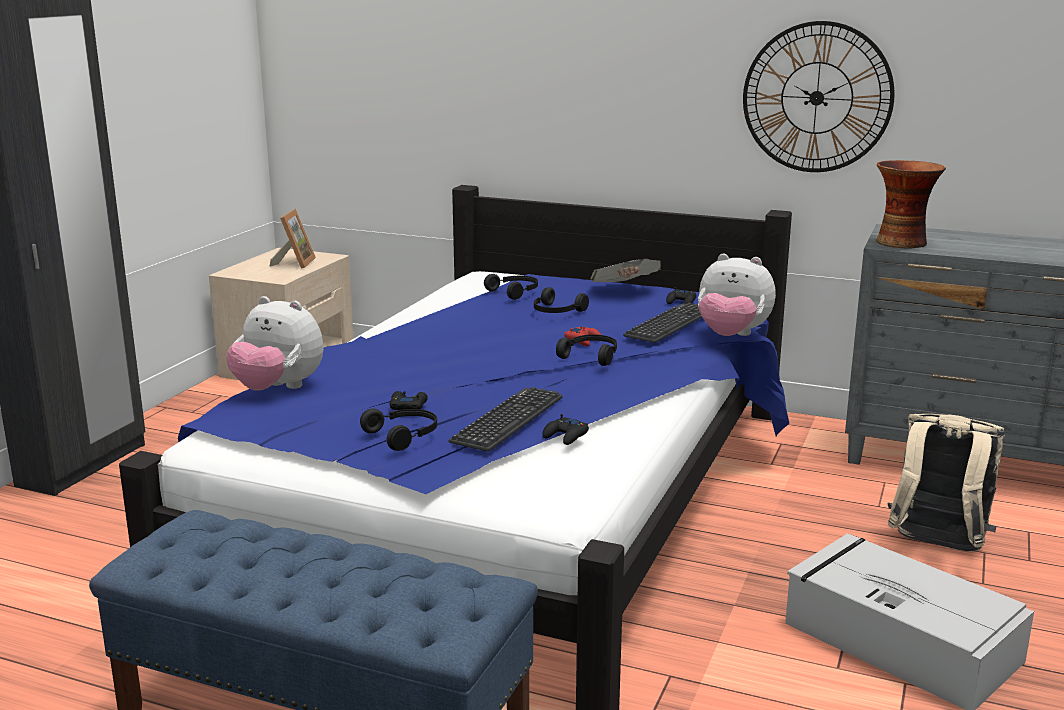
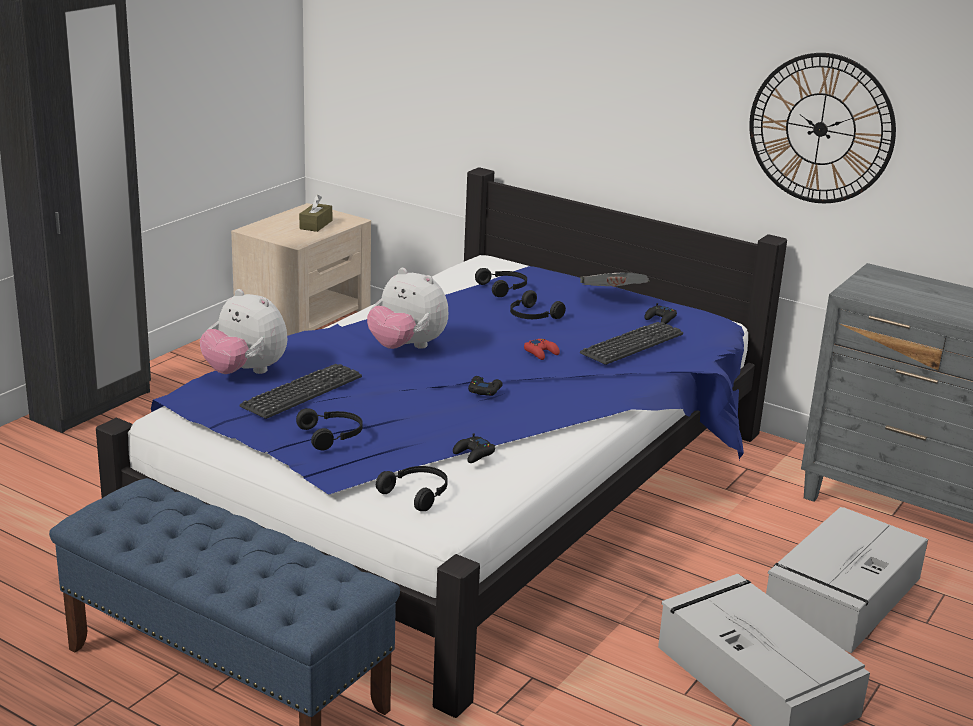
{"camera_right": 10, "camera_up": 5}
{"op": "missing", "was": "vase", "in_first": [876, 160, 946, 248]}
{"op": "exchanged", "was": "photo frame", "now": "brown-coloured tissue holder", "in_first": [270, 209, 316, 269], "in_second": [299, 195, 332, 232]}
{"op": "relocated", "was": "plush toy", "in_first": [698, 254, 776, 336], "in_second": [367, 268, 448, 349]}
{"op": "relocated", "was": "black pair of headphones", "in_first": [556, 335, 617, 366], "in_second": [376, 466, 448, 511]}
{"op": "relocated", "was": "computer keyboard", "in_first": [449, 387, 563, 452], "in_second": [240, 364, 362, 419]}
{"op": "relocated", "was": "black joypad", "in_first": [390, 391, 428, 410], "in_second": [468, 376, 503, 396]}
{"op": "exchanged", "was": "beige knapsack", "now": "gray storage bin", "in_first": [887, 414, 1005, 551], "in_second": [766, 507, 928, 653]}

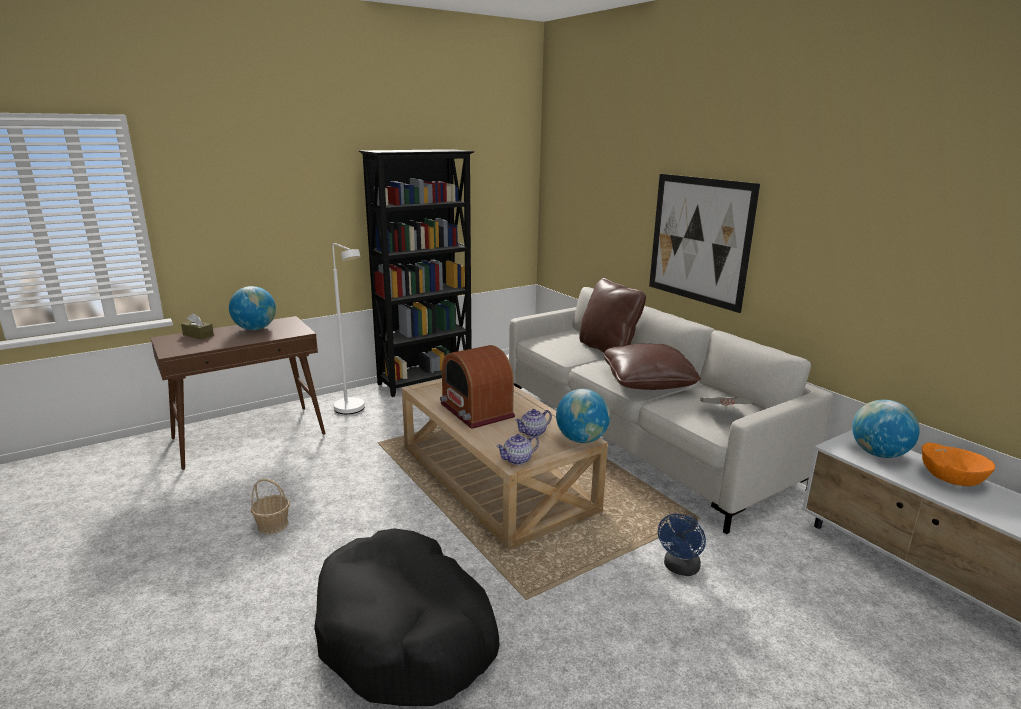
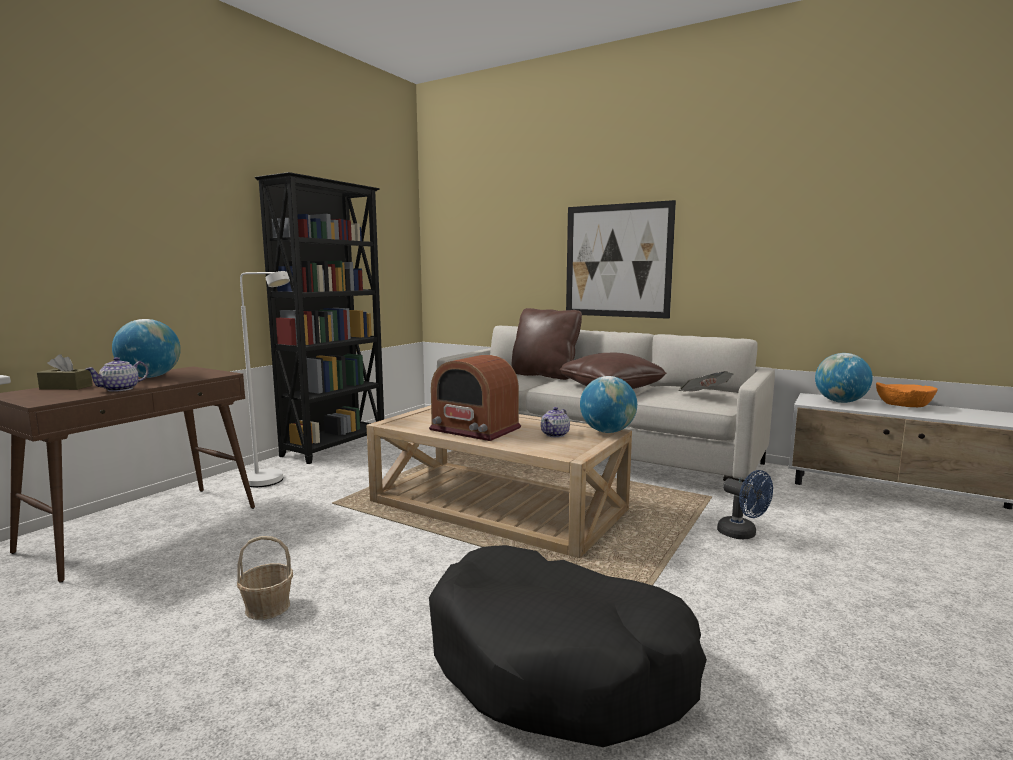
{"camera_right": -25, "camera_up": -10}
{"op": "relocated", "was": "pot for tea", "in_first": [496, 434, 539, 465], "in_second": [86, 357, 149, 392]}
{"op": "spun", "was": "blue-coloured cooling fan", "in_first": [658, 514, 706, 576], "in_second": [717, 470, 773, 539], "clockwise": -45}

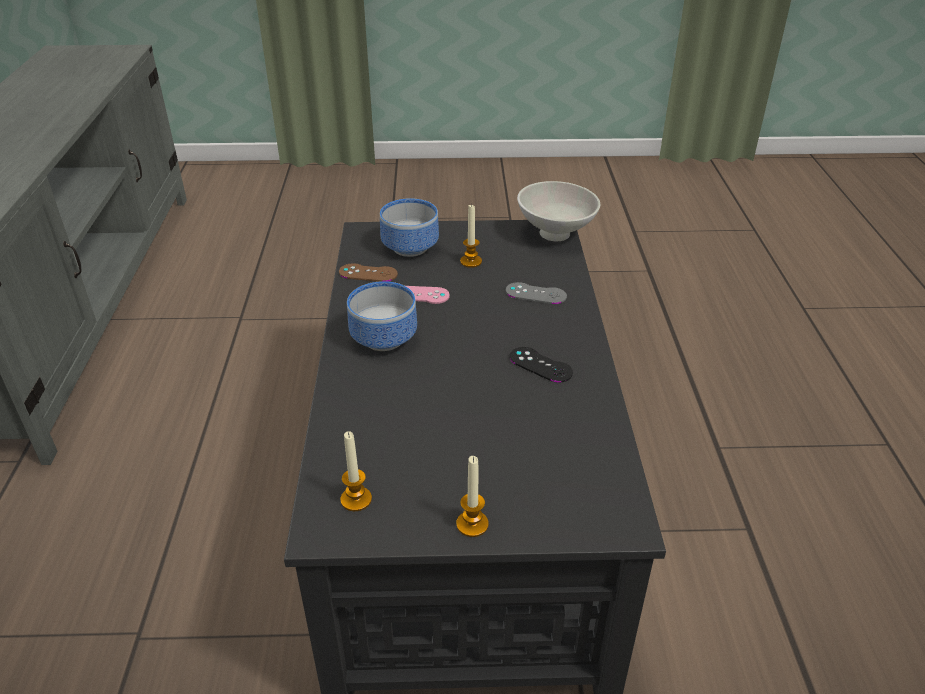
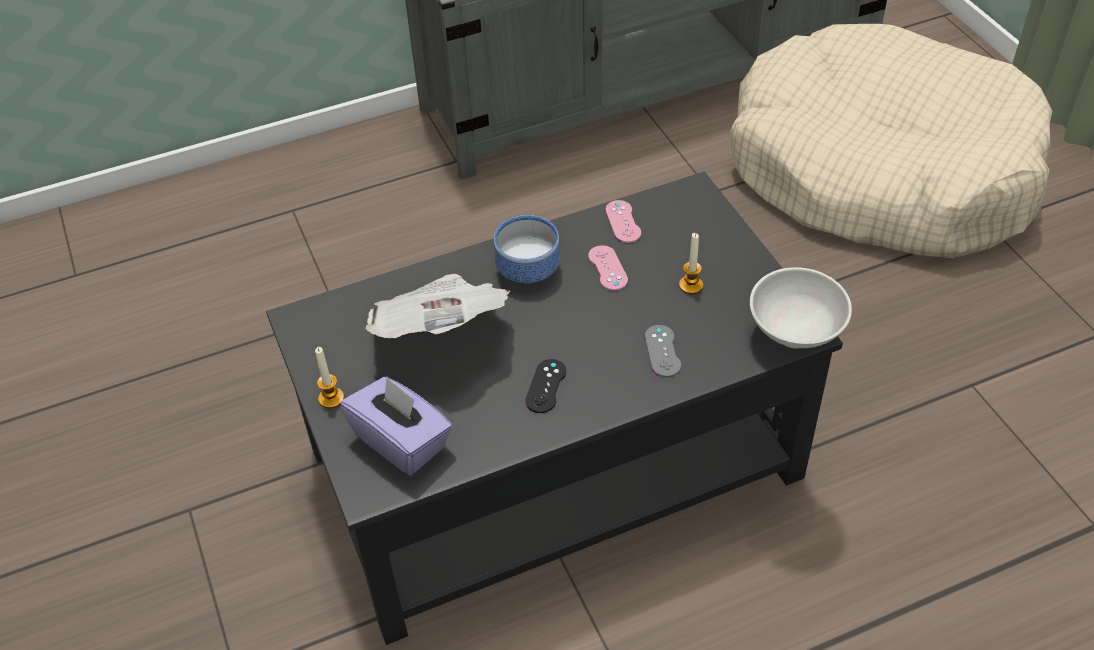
{"camera_right": 70, "camera_up": 10}
{"op": "missing", "was": "bowl", "in_first": [380, 198, 439, 257]}
{"op": "colour", "was": "brown-coloured joypad", "now": "pinkish joypad", "in_first": [339, 263, 398, 282], "in_second": [605, 200, 641, 243]}
{"op": "missing", "was": "wax candle", "in_first": [340, 431, 372, 511]}
{"op": "appeared", "now": "beige pet bed", "in_second": [730, 24, 1052, 258]}
{"op": "appeared", "now": "printed paper", "in_second": [365, 274, 511, 338]}
{"op": "appeared", "now": "purplish tissue holder", "in_second": [340, 377, 452, 476]}

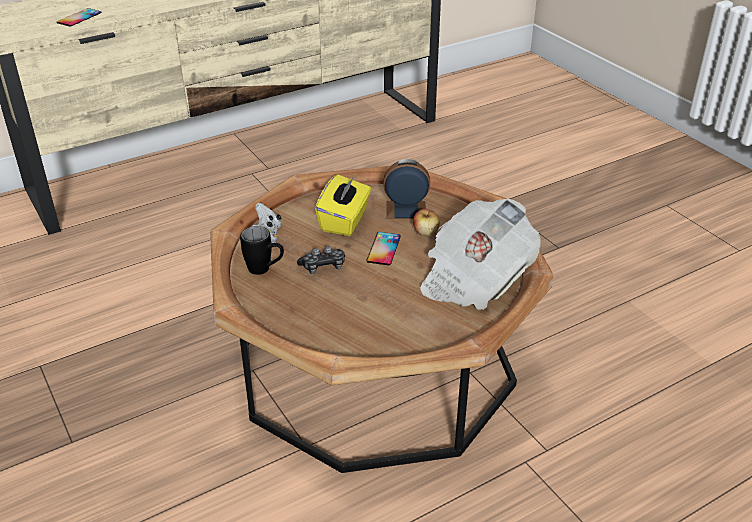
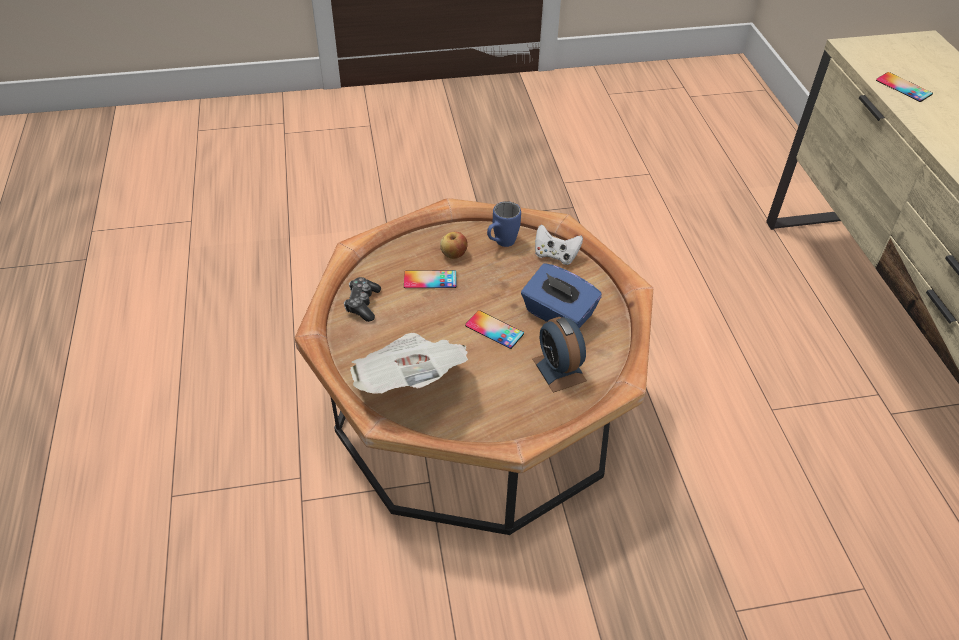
{"camera_right": 110, "camera_up": 10}
{"op": "spun", "was": "bedside clock", "in_first": [383, 159, 430, 219], "in_second": [532, 317, 587, 393], "clockwise": 135}
{"op": "colour", "was": "yellow tissue holder", "now": "blue-coloured tissue holder", "in_first": [315, 175, 371, 236], "in_second": [521, 263, 602, 328]}
{"op": "relocated", "was": "apple fruit", "in_first": [413, 209, 440, 236], "in_second": [440, 232, 468, 259]}
{"op": "colour", "was": "black coffee mug", "now": "blue-coloured coffee mug", "in_first": [240, 226, 284, 275], "in_second": [487, 201, 521, 247]}
{"op": "relocated", "was": "joypad", "in_first": [297, 246, 345, 274], "in_second": [344, 277, 381, 322]}
{"op": "appeared", "now": "handset", "in_second": [404, 270, 456, 288]}

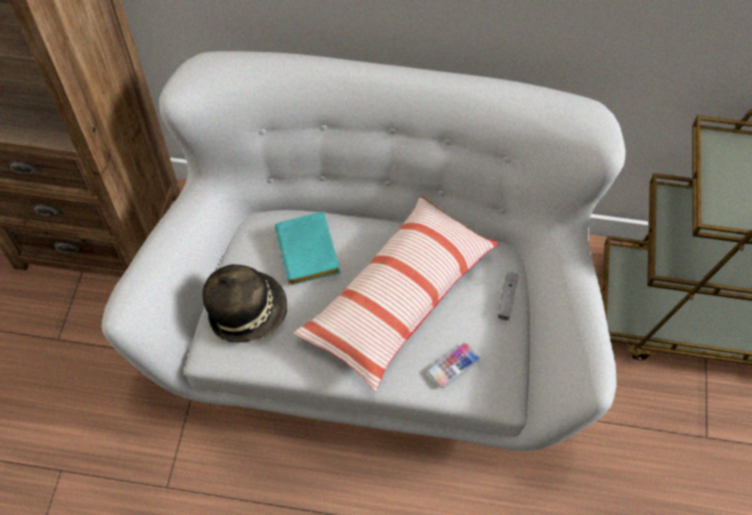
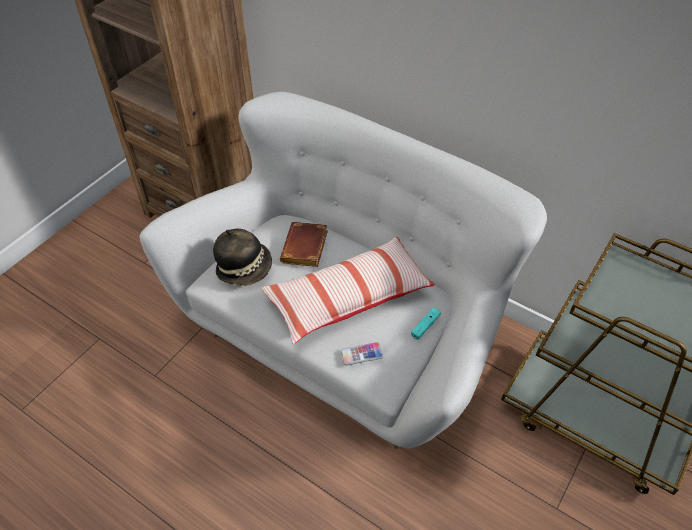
{"camera_right": 25, "camera_up": -10}
{"op": "colour", "was": "turquoise book", "now": "brown-coloured book", "in_first": [275, 211, 340, 285], "in_second": [280, 222, 328, 267]}
{"op": "colour", "was": "gray joypad", "now": "turquoise joypad", "in_first": [498, 272, 518, 320], "in_second": [411, 307, 441, 340]}

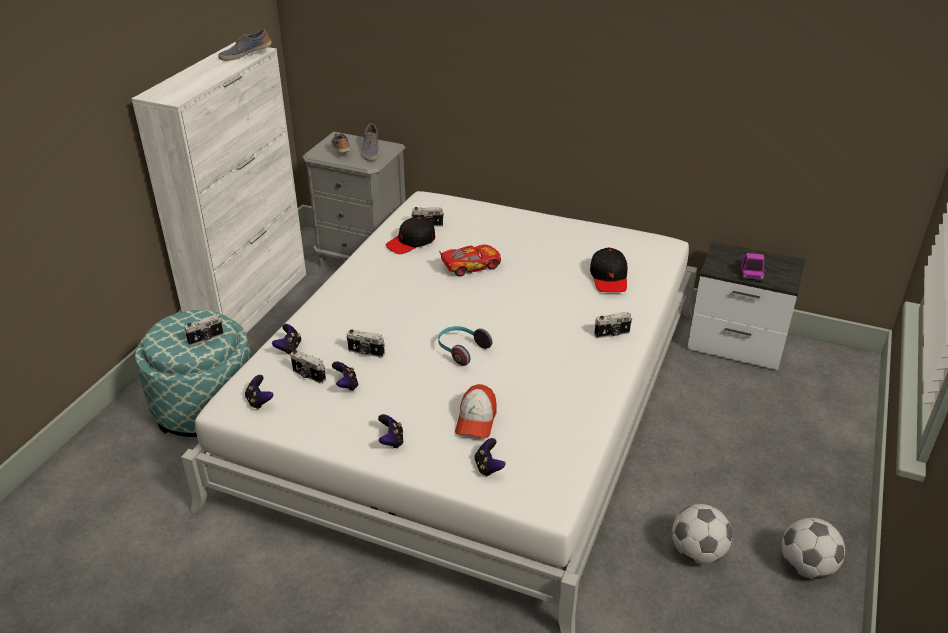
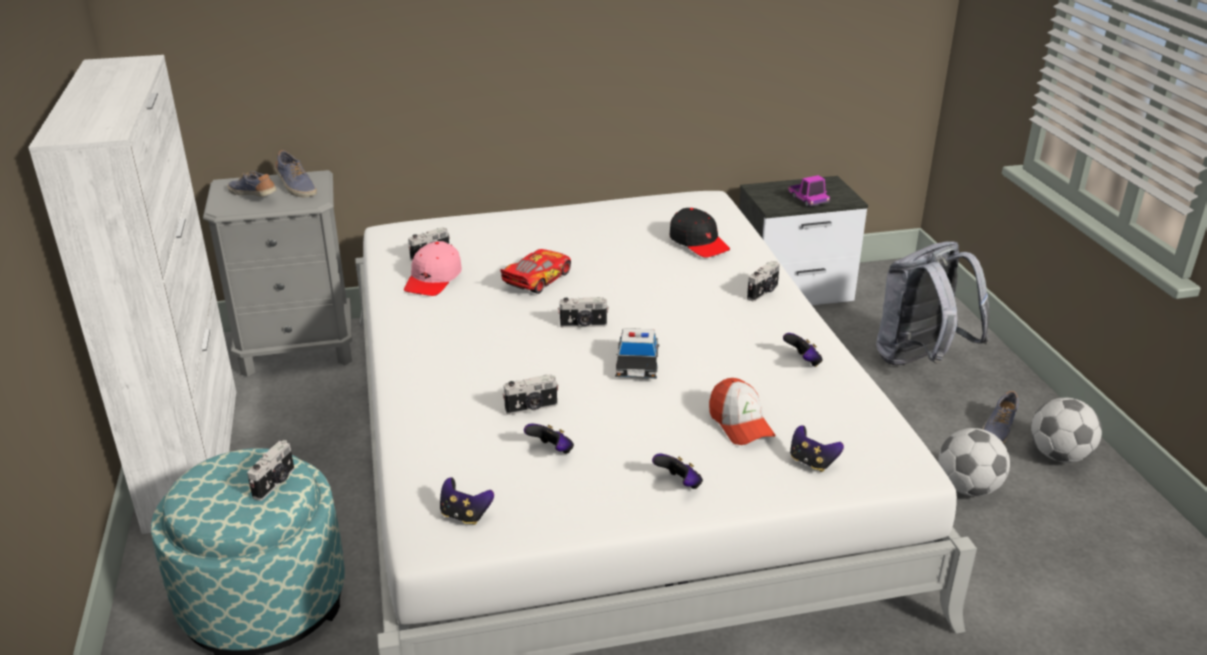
{"camera_right": -35, "camera_up": -5}
{"op": "relocated", "was": "low shoe", "in_first": [218, 29, 272, 61], "in_second": [983, 391, 1019, 444]}
{"op": "colour", "was": "black baseball cap", "now": "pinkish baseball cap", "in_first": [385, 216, 435, 254], "in_second": [404, 241, 462, 296]}
{"op": "relocated", "was": "joypad", "in_first": [272, 324, 302, 355], "in_second": [783, 333, 823, 367]}
{"op": "exchanged", "was": "pair of headphones", "now": "model car", "in_first": [438, 326, 492, 366], "in_second": [615, 328, 659, 379]}
{"op": "relocated", "was": "photo camera", "in_first": [290, 350, 326, 383], "in_second": [558, 297, 609, 328]}
{"op": "appeared", "now": "gray knapsack", "in_second": [876, 241, 990, 365]}

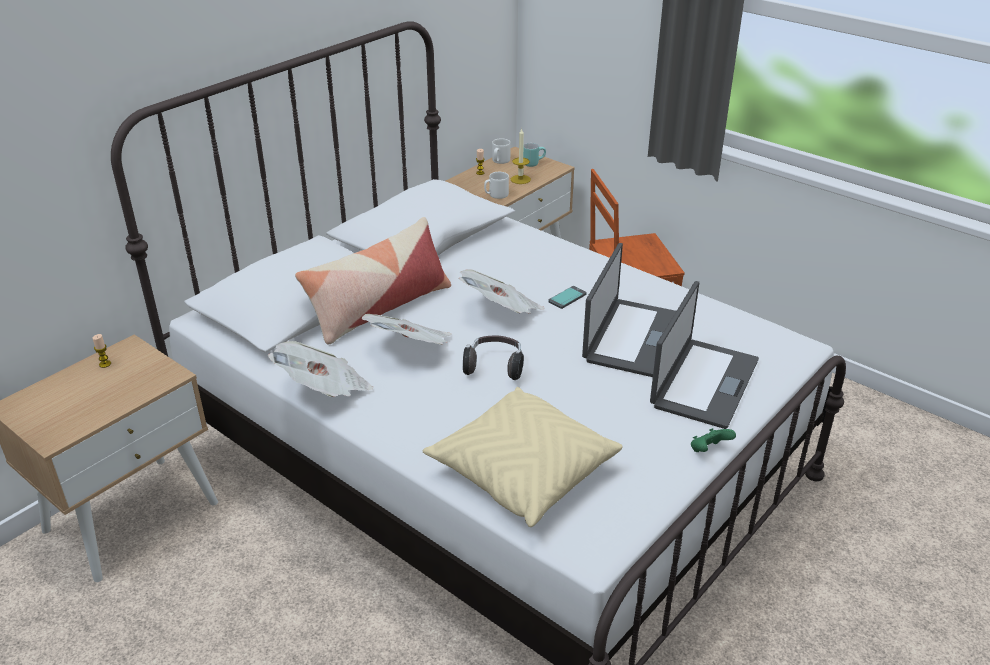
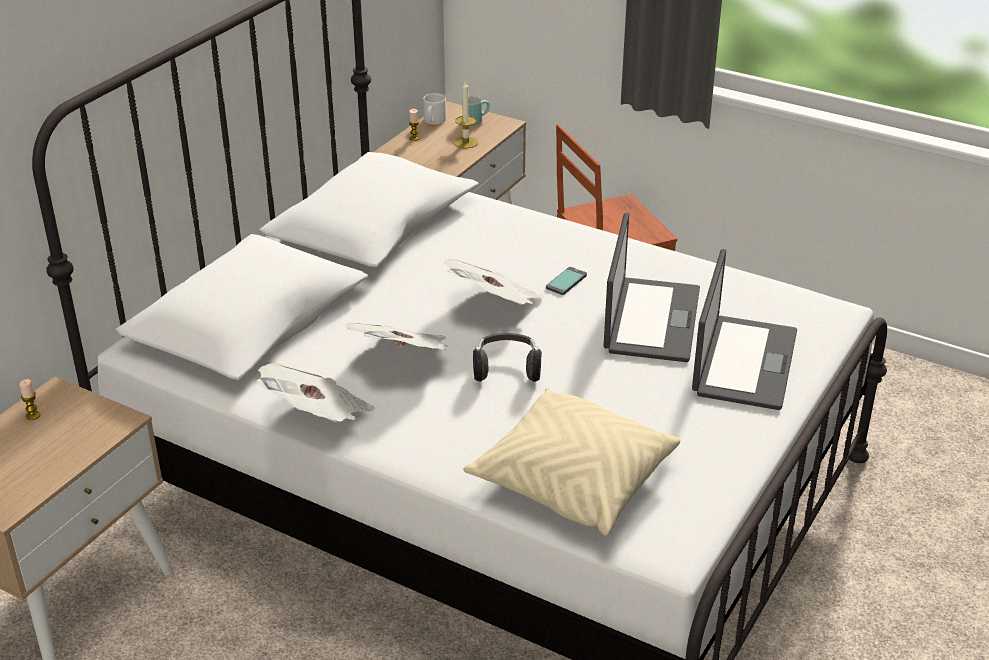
{"camera_right": -10, "camera_up": 0}
{"op": "missing", "was": "white-coloured coffee mug", "in_first": [484, 172, 509, 199]}
{"op": "missing", "was": "throw pillow", "in_first": [295, 217, 451, 345]}
{"op": "missing", "was": "green joypad", "in_first": [691, 428, 736, 452]}

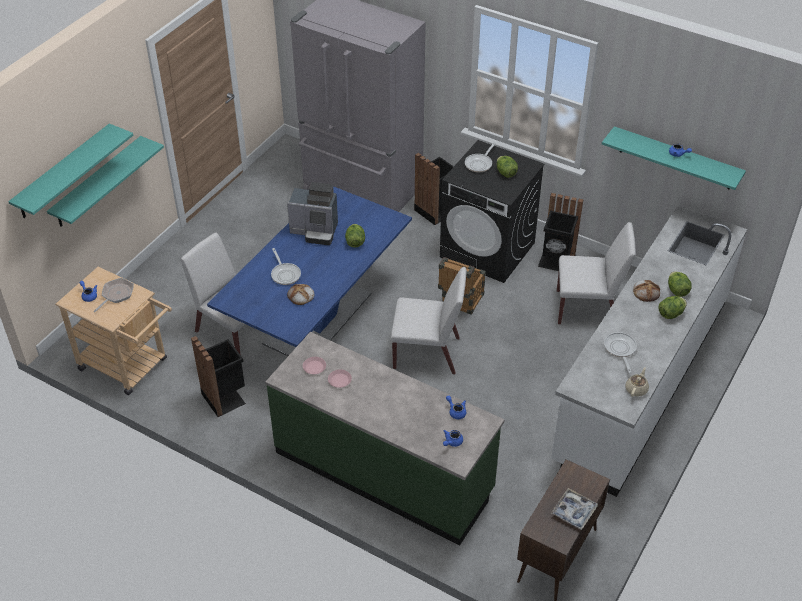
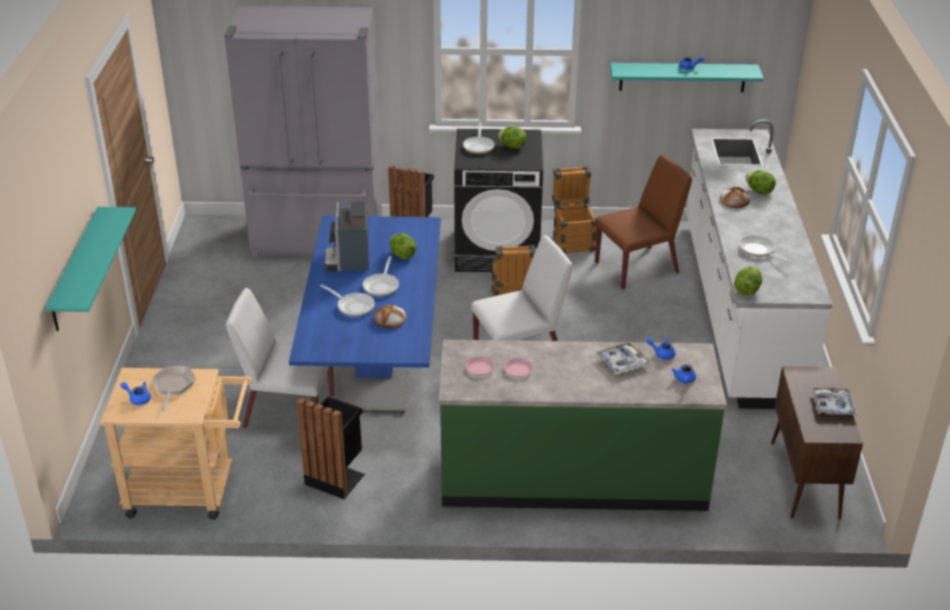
{"camera_right": -30, "camera_up": -10}
{"op": "missing", "was": "turquoise shelf", "in_first": [8, 123, 133, 218]}
{"op": "spun", "was": "coffee machine", "in_first": [287, 182, 338, 245], "in_second": [325, 201, 369, 272], "clockwise": 105}
{"op": "exchanged", "was": "black waste bin", "now": "shipping crate", "in_first": [538, 193, 583, 271], "in_second": [552, 166, 596, 254]}
{"op": "colour", "was": "white-coloured upright chair", "now": "brown-coloured upright chair", "in_first": [557, 222, 636, 324], "in_second": [595, 155, 692, 289]}
{"op": "relocated", "was": "head of lettuce", "in_first": [658, 296, 687, 319], "in_second": [734, 267, 762, 295]}
{"op": "missing", "was": "beige pot for tea", "in_first": [625, 367, 649, 397]}
{"op": "appeared", "now": "pan", "in_second": [363, 256, 399, 296]}
{"op": "appeared", "now": "serving tray", "in_second": [596, 341, 651, 375]}

